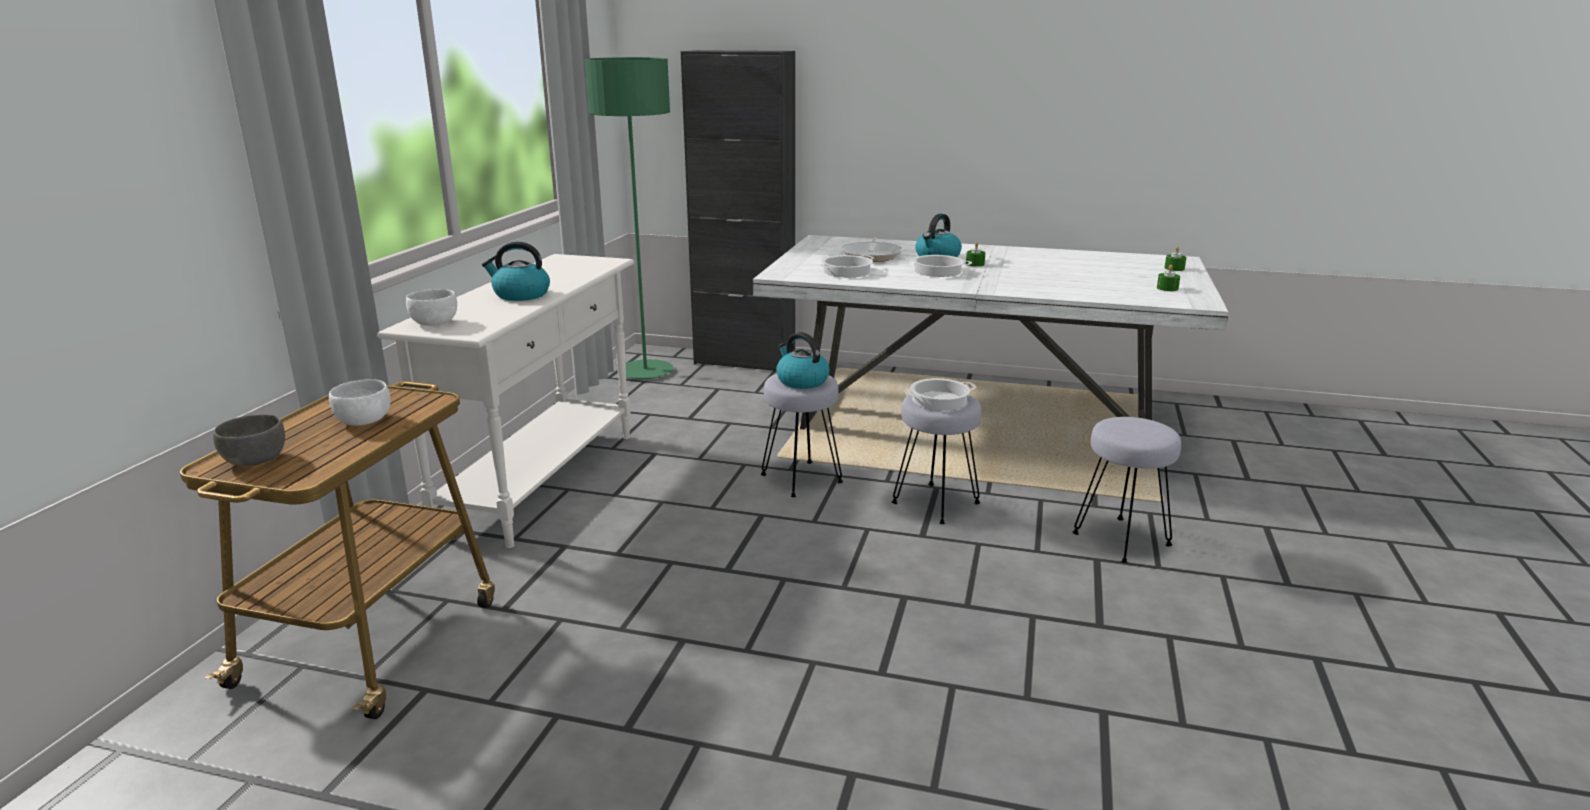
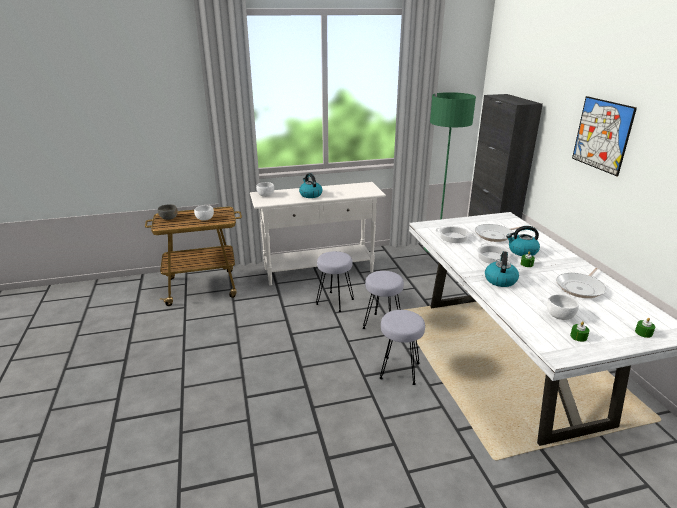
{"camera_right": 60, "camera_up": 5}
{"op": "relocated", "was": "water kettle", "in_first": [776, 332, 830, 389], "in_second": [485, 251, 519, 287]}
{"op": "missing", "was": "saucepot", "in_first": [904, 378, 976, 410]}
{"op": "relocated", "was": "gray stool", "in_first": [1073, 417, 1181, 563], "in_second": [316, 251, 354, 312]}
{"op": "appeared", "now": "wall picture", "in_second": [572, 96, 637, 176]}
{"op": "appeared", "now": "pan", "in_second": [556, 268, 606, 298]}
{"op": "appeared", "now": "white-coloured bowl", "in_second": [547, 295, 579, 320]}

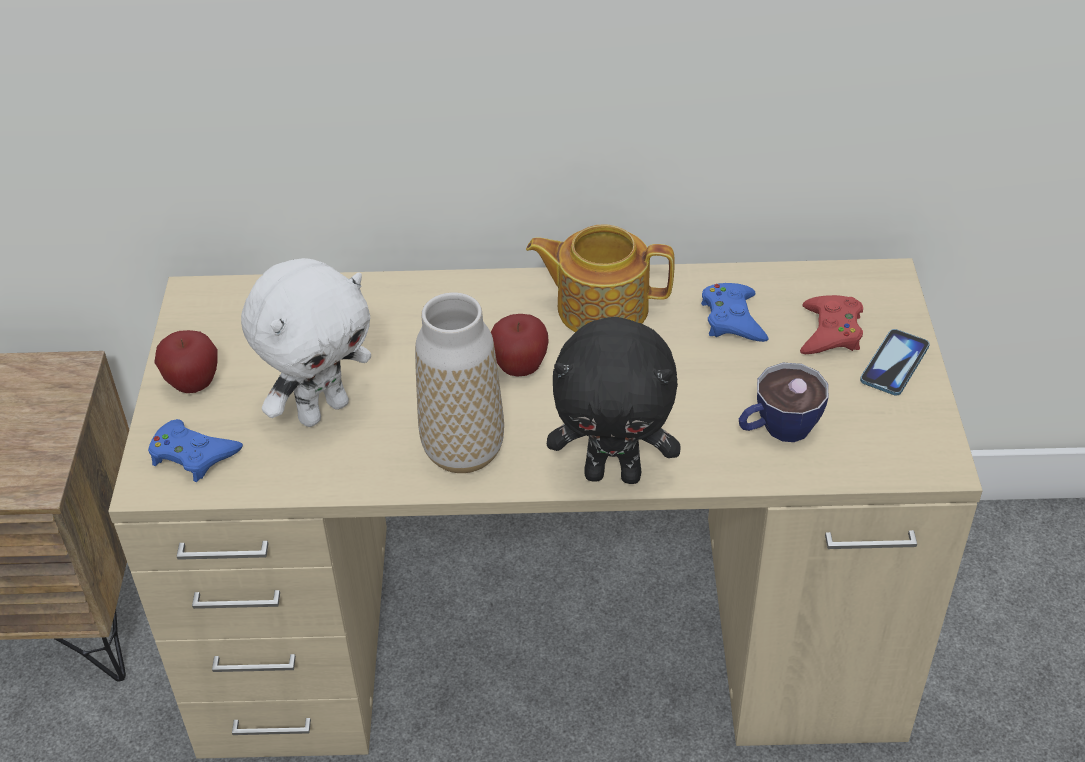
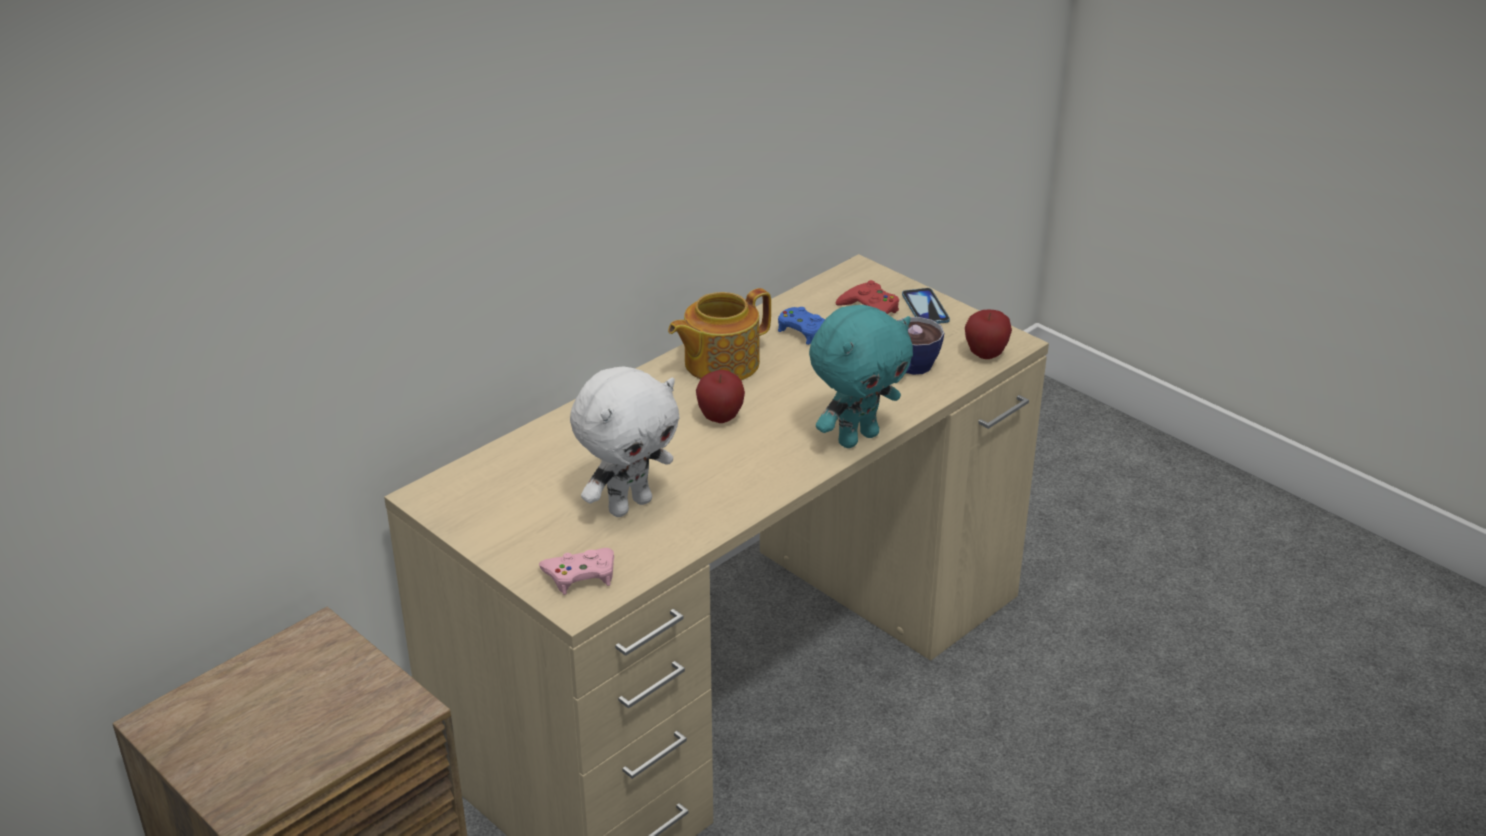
{"camera_right": -45, "camera_up": -10}
{"op": "spun", "was": "white-coloured plush toy", "in_first": [241, 258, 371, 427], "in_second": [570, 366, 679, 517], "clockwise": 45}
{"op": "missing", "was": "vase", "in_first": [415, 292, 504, 473]}
{"op": "colour", "was": "black plush toy", "now": "turquoise plush toy", "in_first": [547, 317, 681, 484], "in_second": [809, 305, 913, 448]}
{"op": "relocated", "was": "apple fruit", "in_first": [154, 330, 218, 393], "in_second": [965, 309, 1012, 359]}
{"op": "colour", "was": "blue-coloured joypad", "now": "pinkish joypad", "in_first": [148, 419, 243, 482], "in_second": [539, 548, 614, 595]}

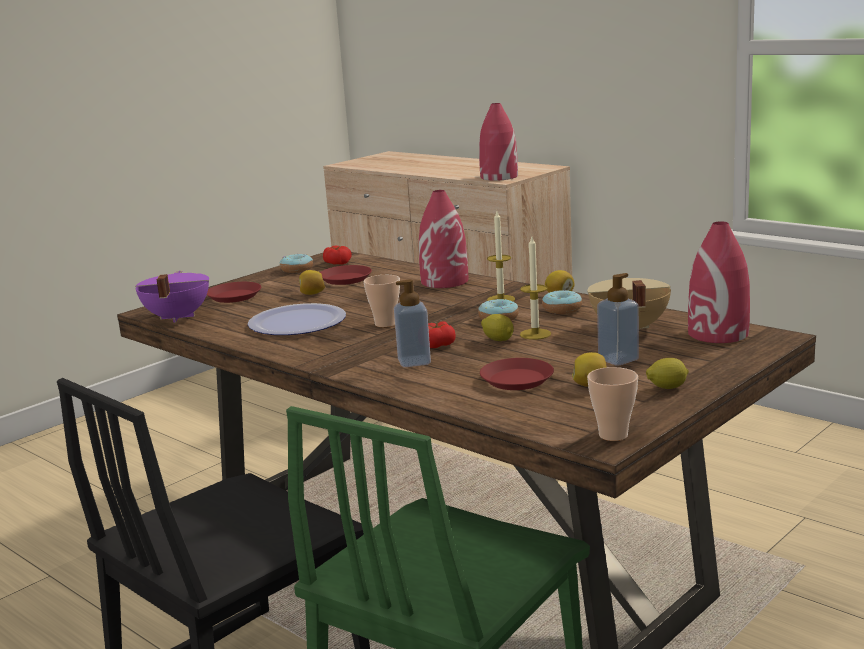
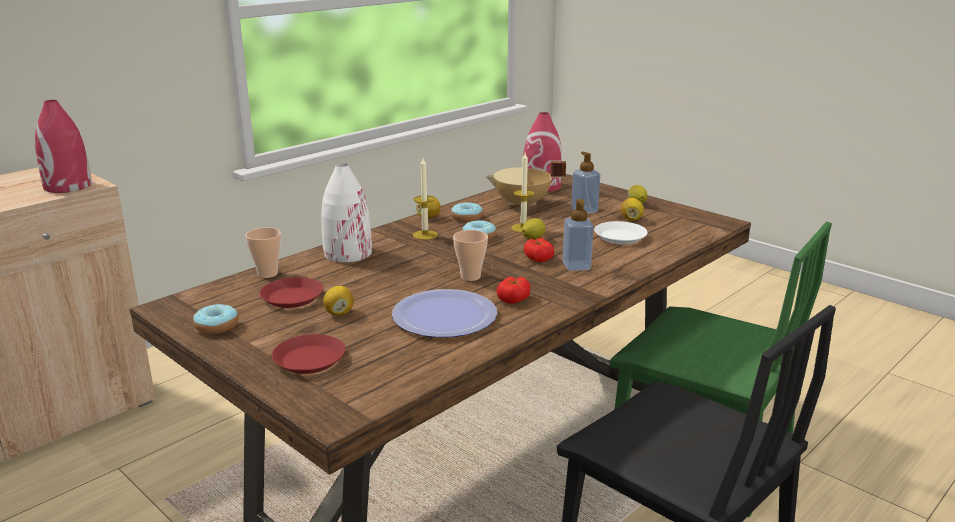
{"camera_right": -90, "camera_up": 5}
{"op": "colour", "was": "red-coloured vase", "now": "white-coloured vase", "in_first": [419, 190, 468, 288], "in_second": [321, 163, 372, 263]}
{"op": "relocated", "was": "fresh tomato", "in_first": [323, 245, 352, 265], "in_second": [496, 277, 531, 304]}
{"op": "missing", "was": "purplish saucepot", "in_first": [135, 271, 209, 323]}
{"op": "colour", "was": "red-coloured flat dish", "now": "white-coloured flat dish", "in_first": [480, 358, 554, 390], "in_second": [594, 221, 648, 244]}
{"op": "relocated", "was": "drinking cup", "in_first": [587, 367, 638, 441], "in_second": [245, 227, 281, 278]}

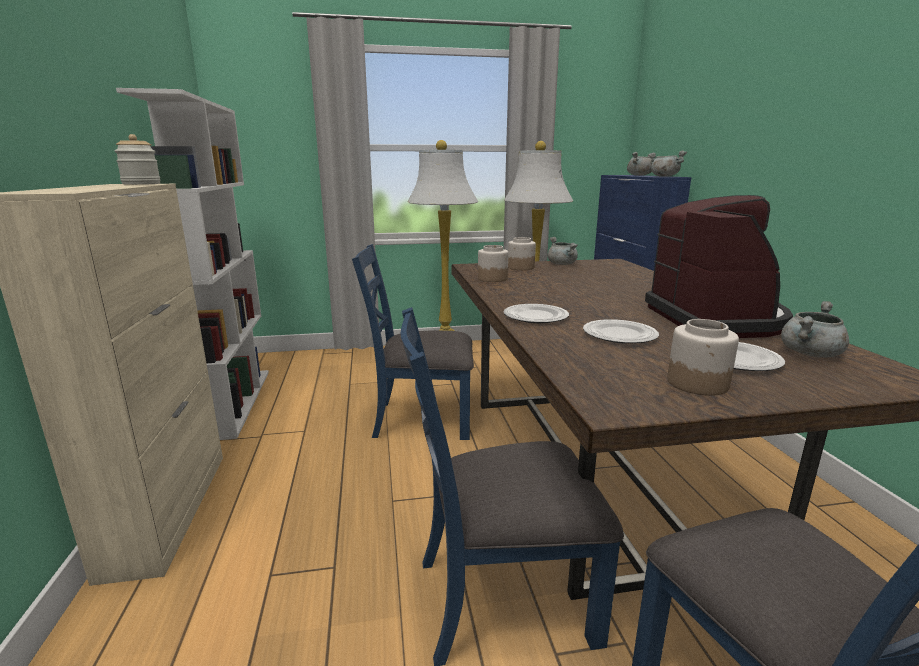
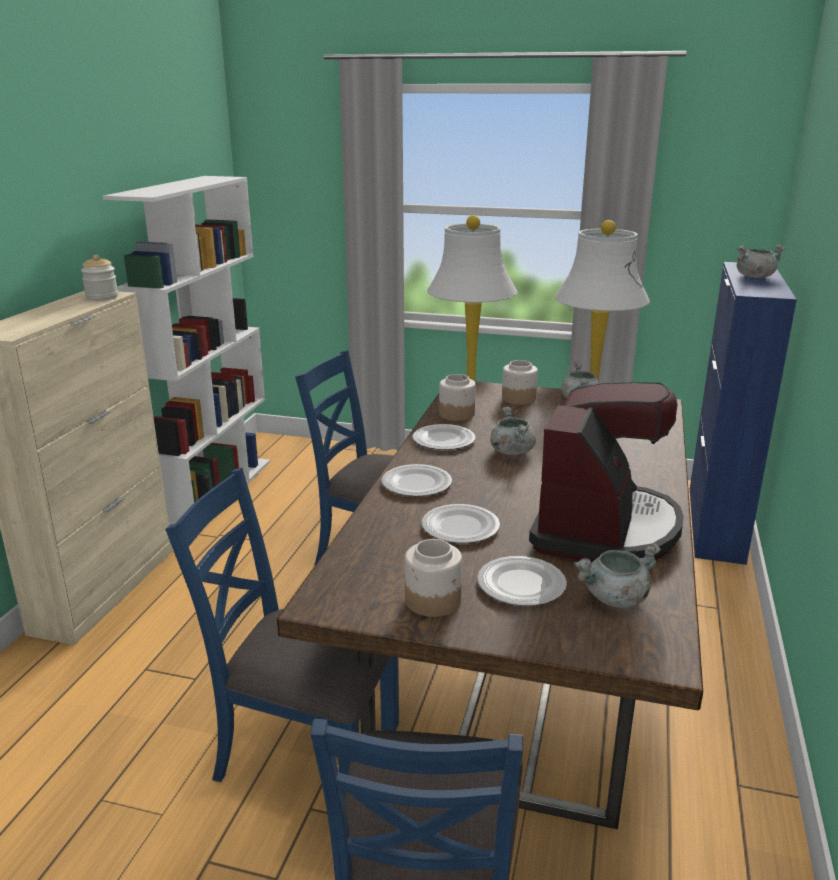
{"camera_right": 25, "camera_up": 5}
{"op": "relocated", "was": "gray saucepot", "in_first": [648, 151, 687, 177], "in_second": [490, 407, 536, 455]}
{"op": "appeared", "now": "flat dish", "in_second": [412, 424, 475, 450]}

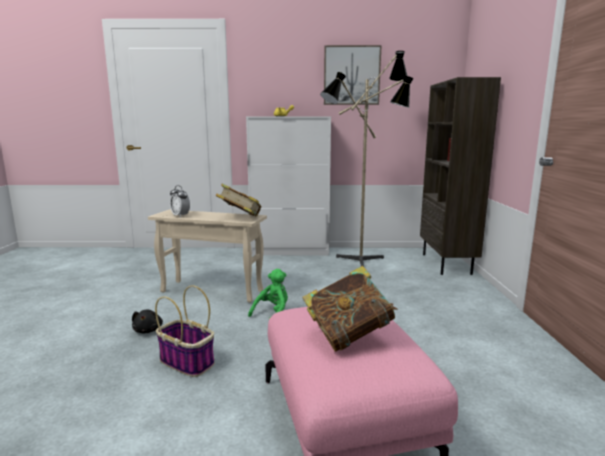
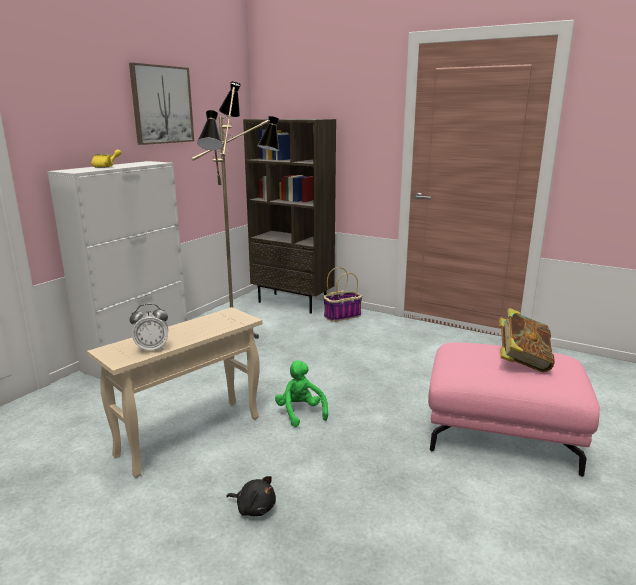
{"camera_right": -60, "camera_up": 5}
{"op": "missing", "was": "book", "in_first": [216, 183, 261, 216]}
{"op": "relocated", "was": "storage basket", "in_first": [155, 285, 215, 377], "in_second": [323, 267, 362, 322]}

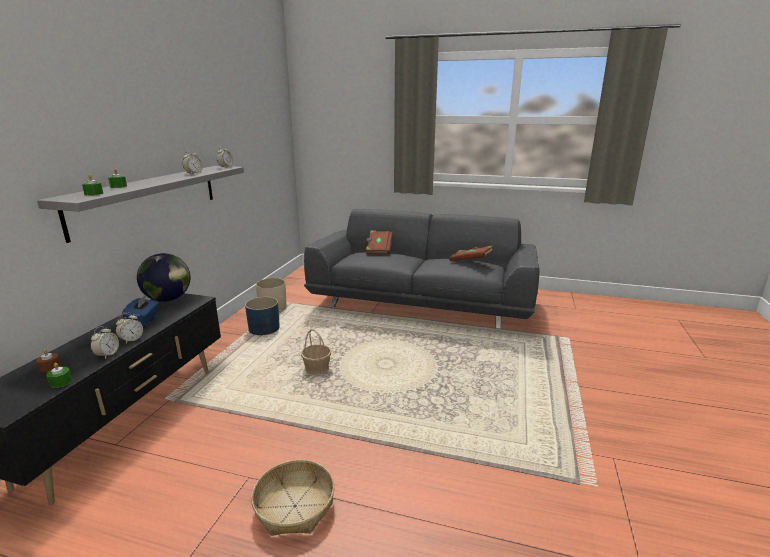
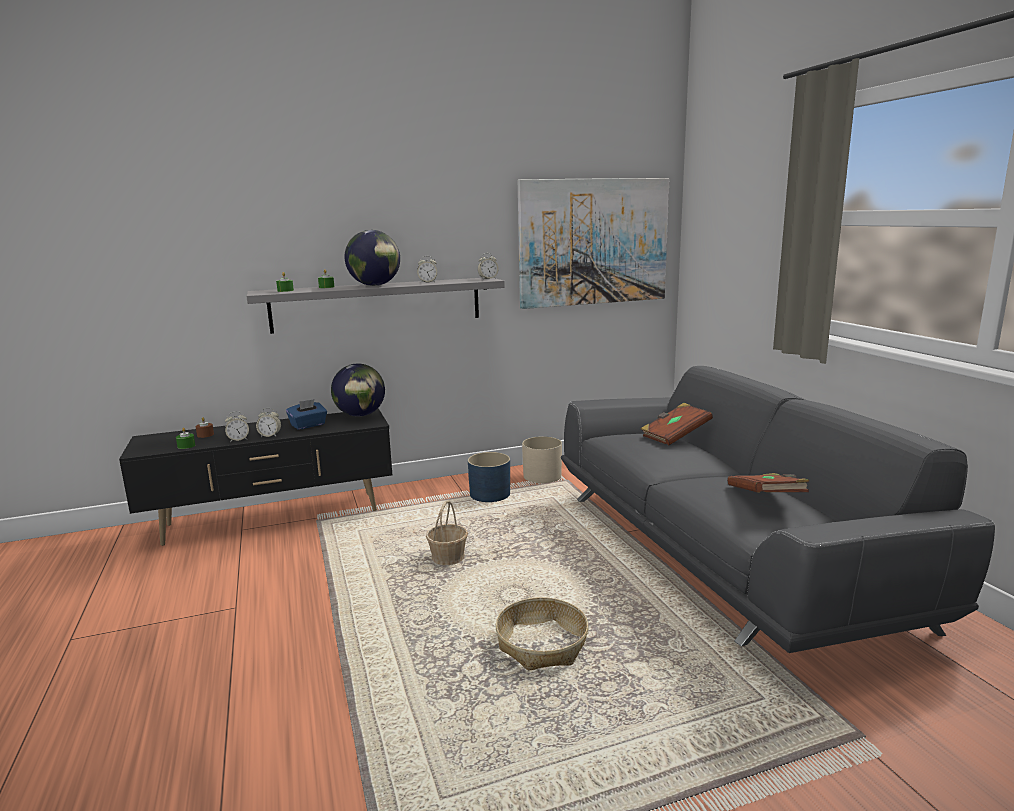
{"camera_right": 55, "camera_up": -5}
{"op": "relocated", "was": "storage basket", "in_first": [251, 460, 334, 536], "in_second": [495, 597, 589, 670]}
{"op": "appeared", "now": "wall picture", "in_second": [518, 178, 669, 309]}
{"op": "appeared", "now": "world globe", "in_second": [345, 230, 400, 286]}

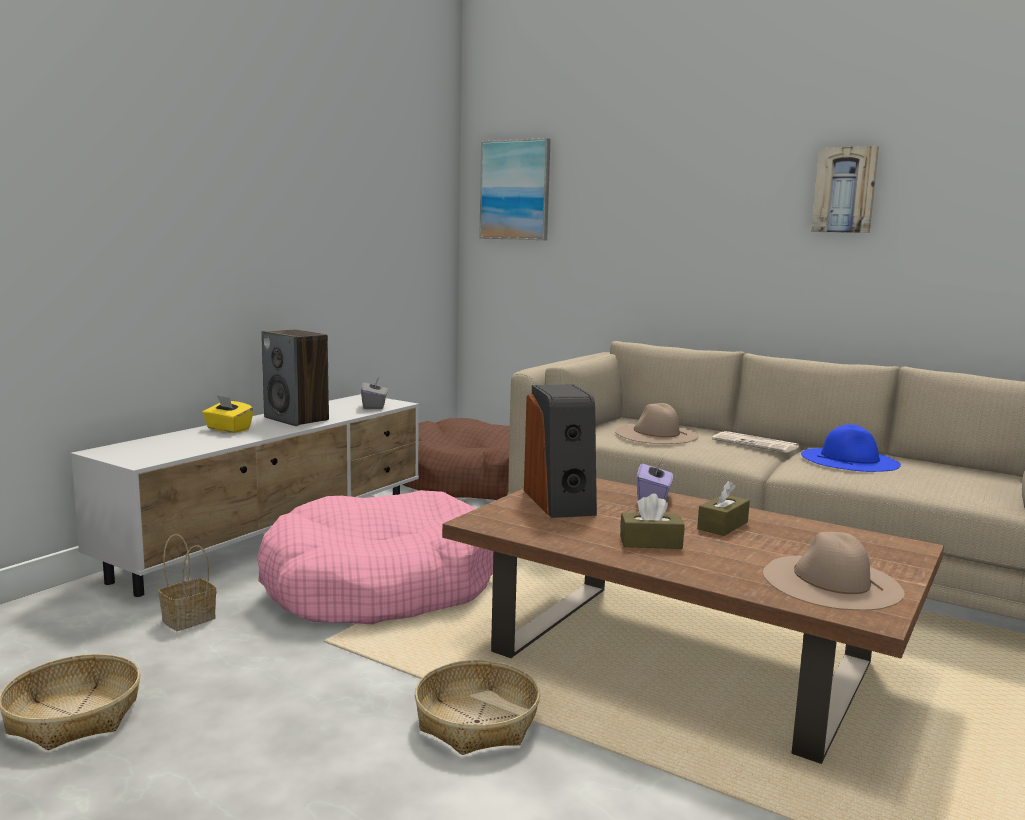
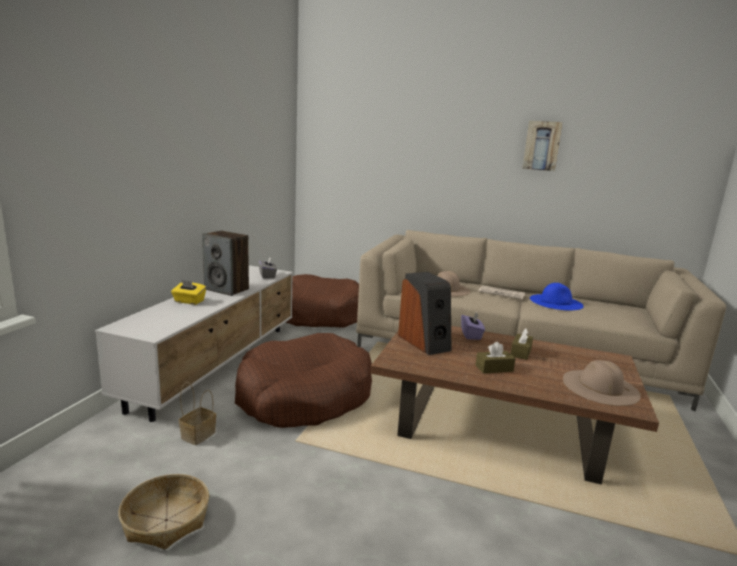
{"camera_right": -15, "camera_up": 5}
{"op": "missing", "was": "wall picture", "in_first": [479, 138, 551, 240]}
{"op": "colour", "was": "pinkish pet bed", "now": "brown-coloured pet bed", "in_first": [258, 490, 493, 624], "in_second": [235, 333, 372, 428]}
{"op": "missing", "was": "storage basket", "in_first": [415, 660, 540, 755]}

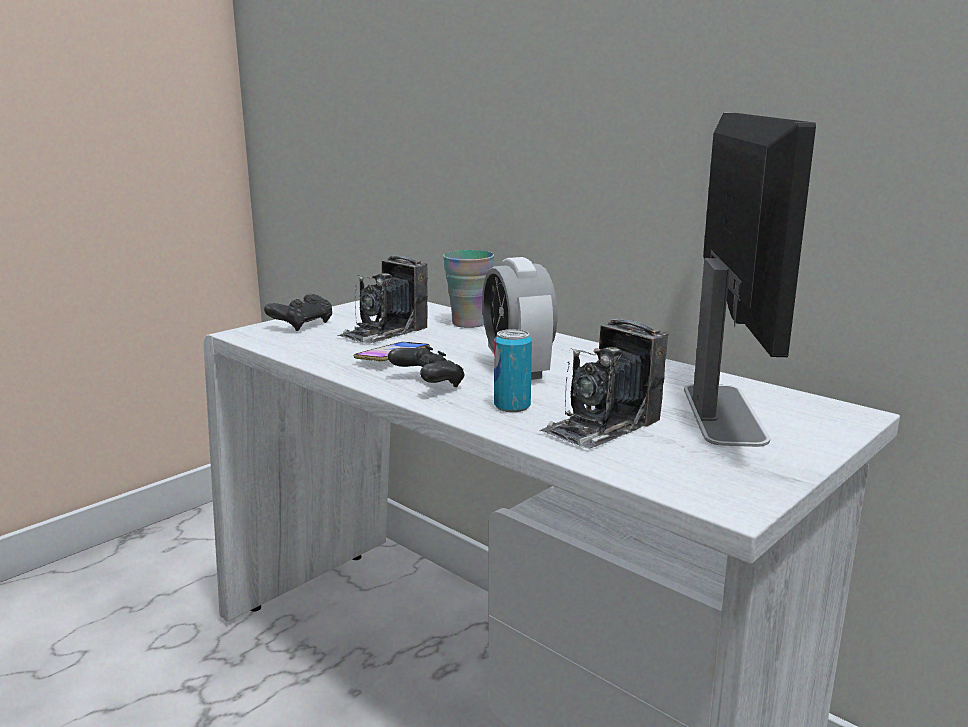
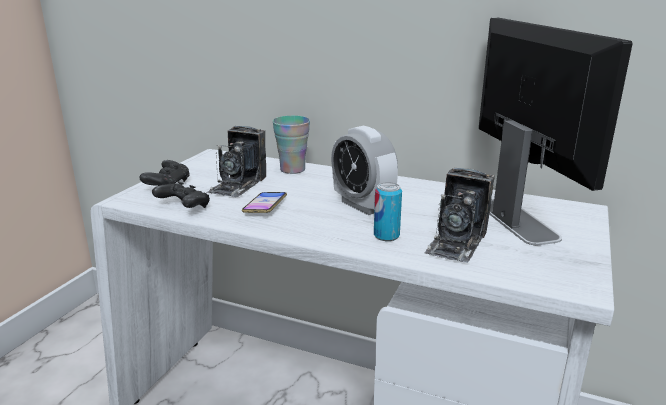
{"camera_right": -20, "camera_up": 5}
{"op": "relocated", "was": "black joypad", "in_first": [388, 345, 464, 387], "in_second": [152, 181, 210, 208]}

